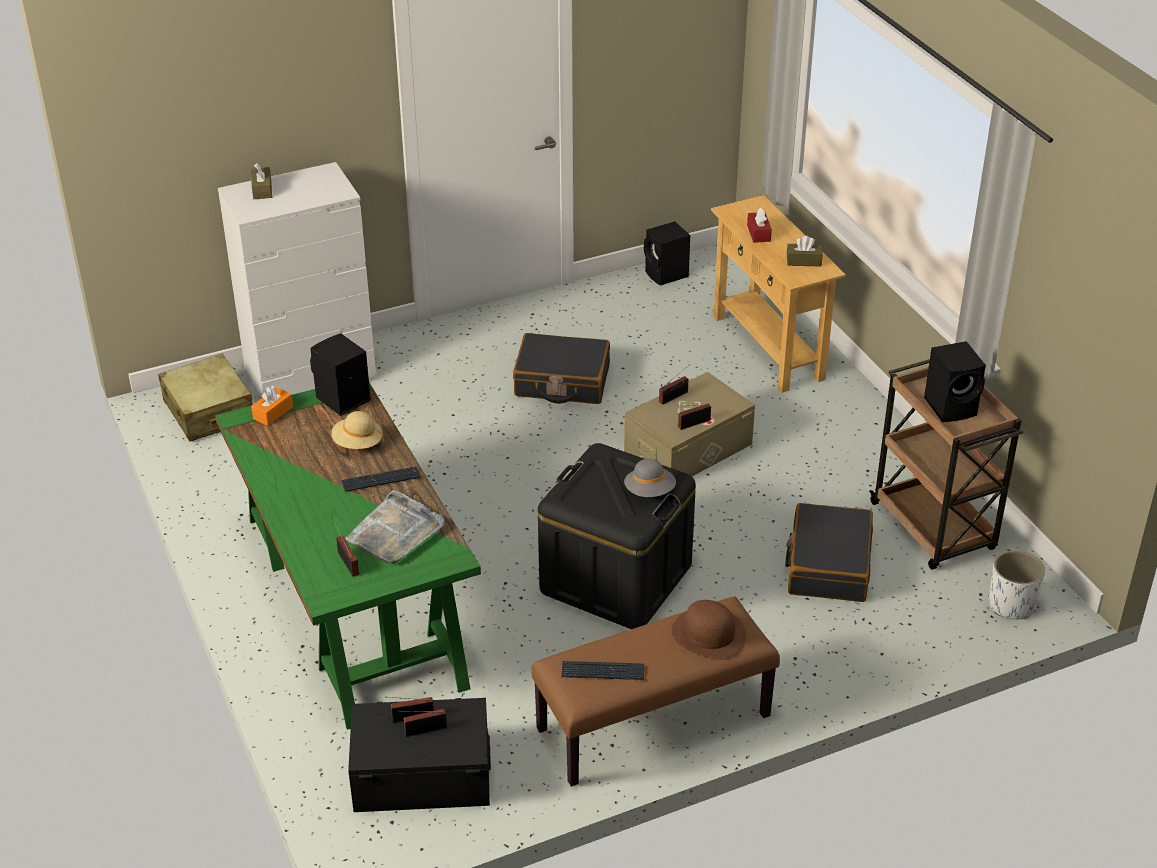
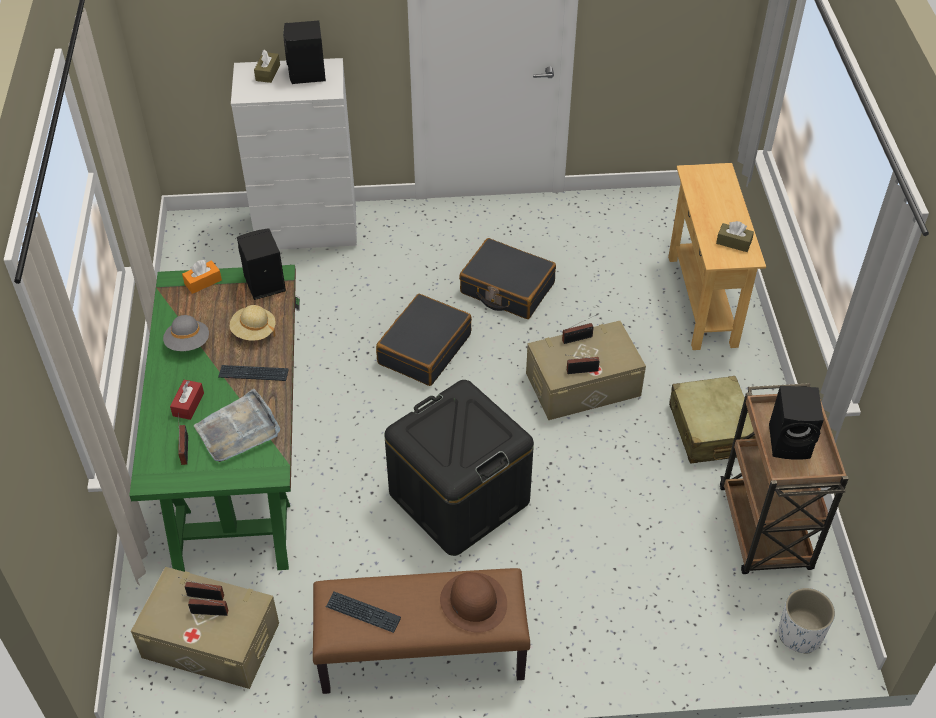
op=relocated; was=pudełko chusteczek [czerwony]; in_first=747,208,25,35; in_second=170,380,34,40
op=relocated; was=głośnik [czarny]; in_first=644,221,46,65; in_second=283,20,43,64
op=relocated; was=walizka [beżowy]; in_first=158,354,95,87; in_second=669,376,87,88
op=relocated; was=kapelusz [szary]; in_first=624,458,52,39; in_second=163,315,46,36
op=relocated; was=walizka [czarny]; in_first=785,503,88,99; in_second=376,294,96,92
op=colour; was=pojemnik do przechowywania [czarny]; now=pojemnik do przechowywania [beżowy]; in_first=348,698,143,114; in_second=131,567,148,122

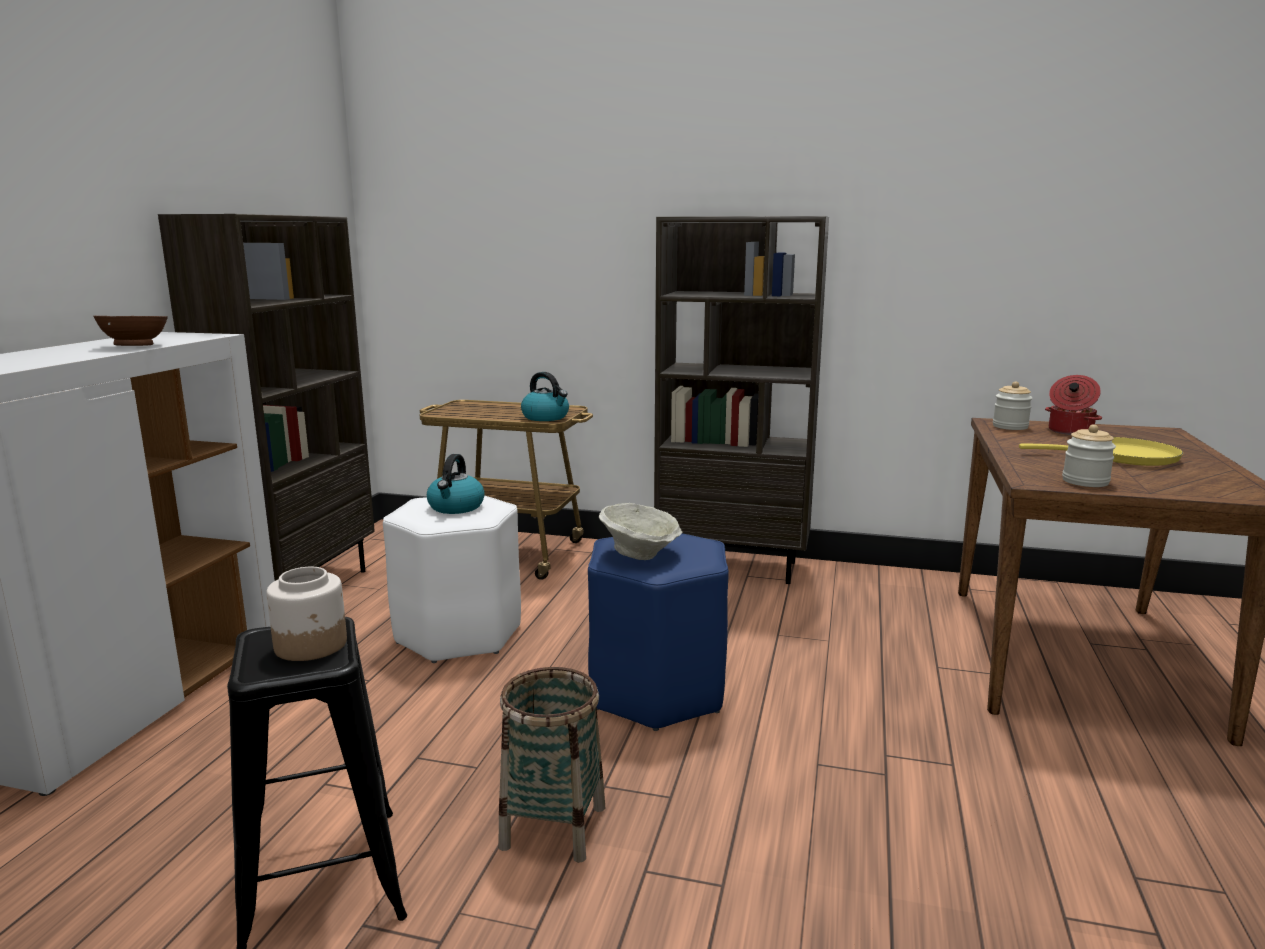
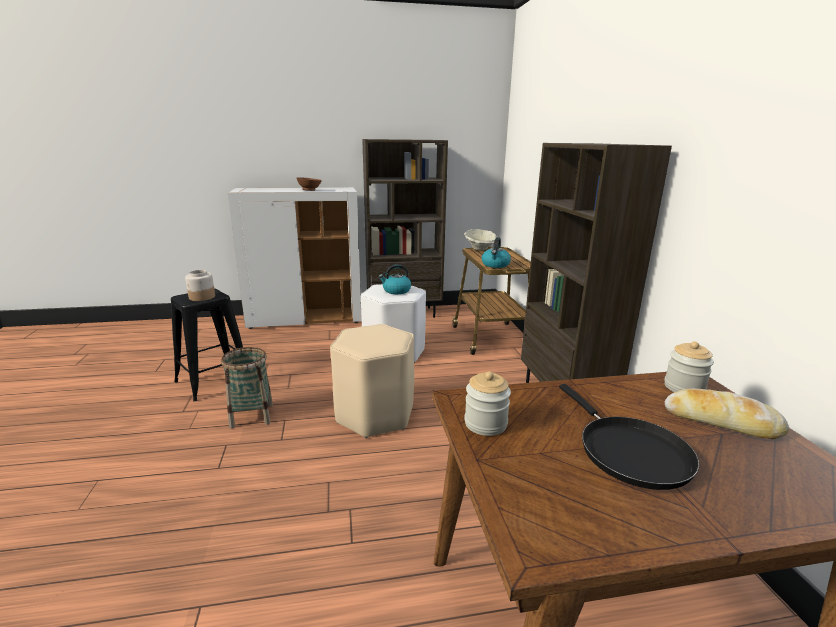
op=exchanged; was=garnek; now=chleb; in_first=1045,375,57,60; in_second=665,388,124,51
op=colour; was=patelnia [żółty]; now=patelnia [czarny]; in_first=1019,437,164,29; in_second=559,384,141,106
op=relocated; was=miska [beżowy]; in_first=599,503,83,57; in_second=464,229,33,22
op=colour; was=stołek [niebieski]; now=stołek [beżowy]; in_first=588,533,141,198; in_second=330,324,84,114

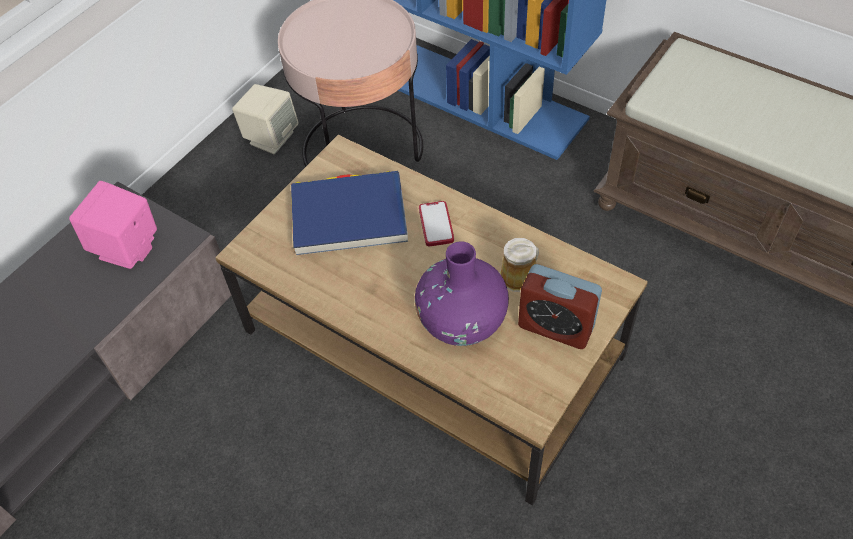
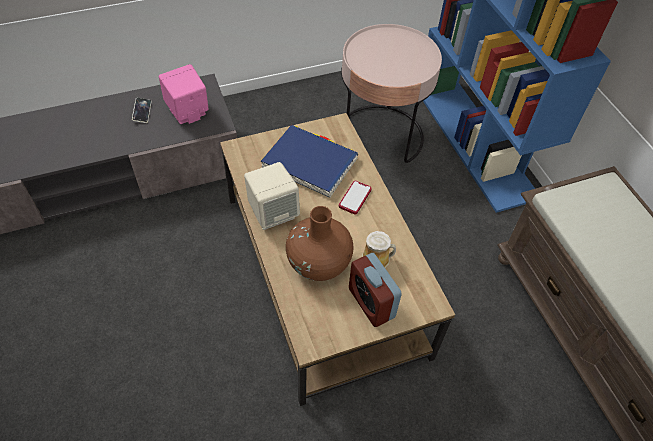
op=relocated; was=głośnik [beżowy]; in_first=232,84,67,71; in_second=244,162,56,68
op=colour; was=wazon [fioletowy]; now=wazon [brązowy]; in_first=415,241,94,105; in_second=286,206,68,75
op=appeared; now=telefon; in_second=132,98,19,25

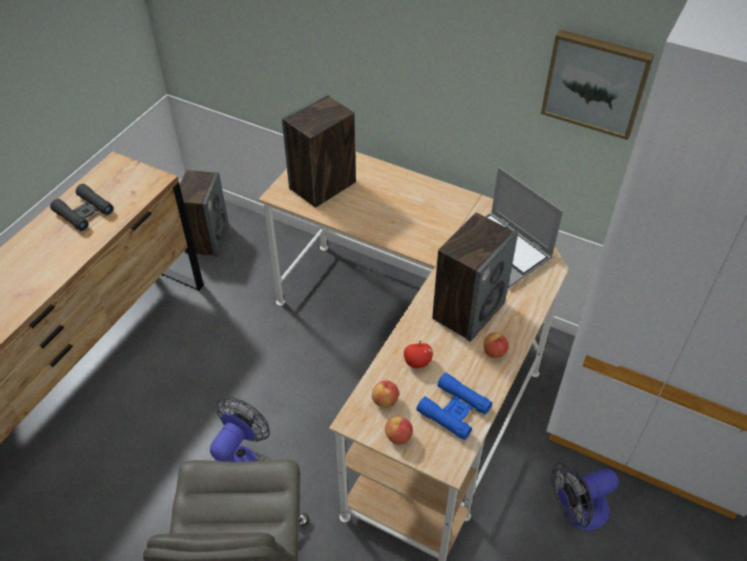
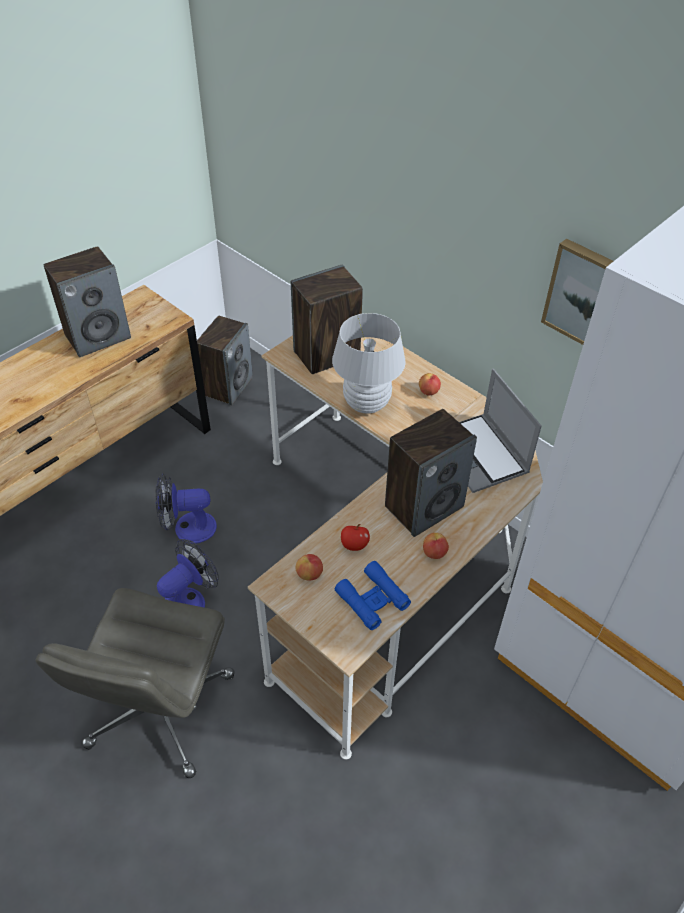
op=exchanged; was=lornetka [czarny]; now=głośnik; in_first=50,184,64,47; in_second=44,246,87,111
op=relocated; was=jabłko; in_first=385,417,28,28; in_second=419,373,22,23
op=relocated; was=wentylator; in_first=551,463,68,68; in_second=156,473,61,71
op=appeared; now=lampa stołowa [biały]; in_second=332,313,74,100

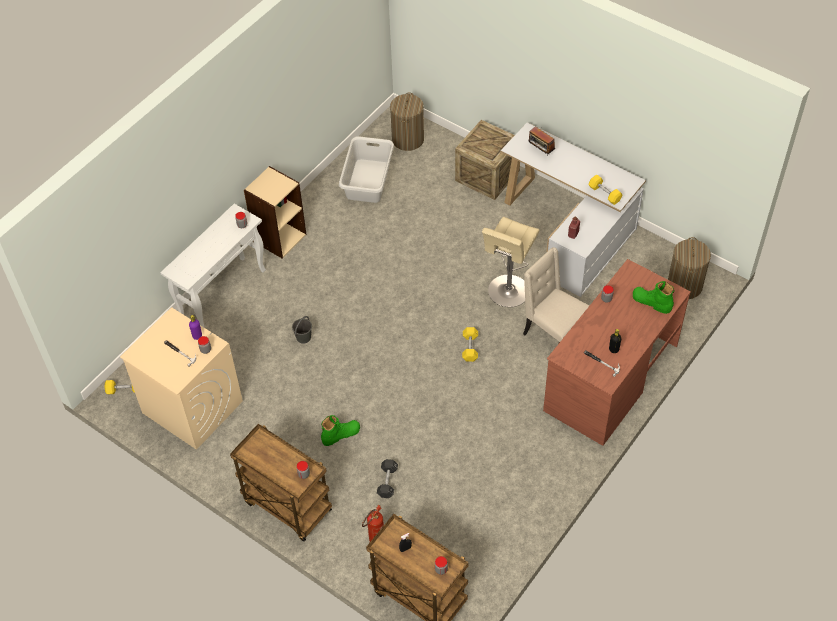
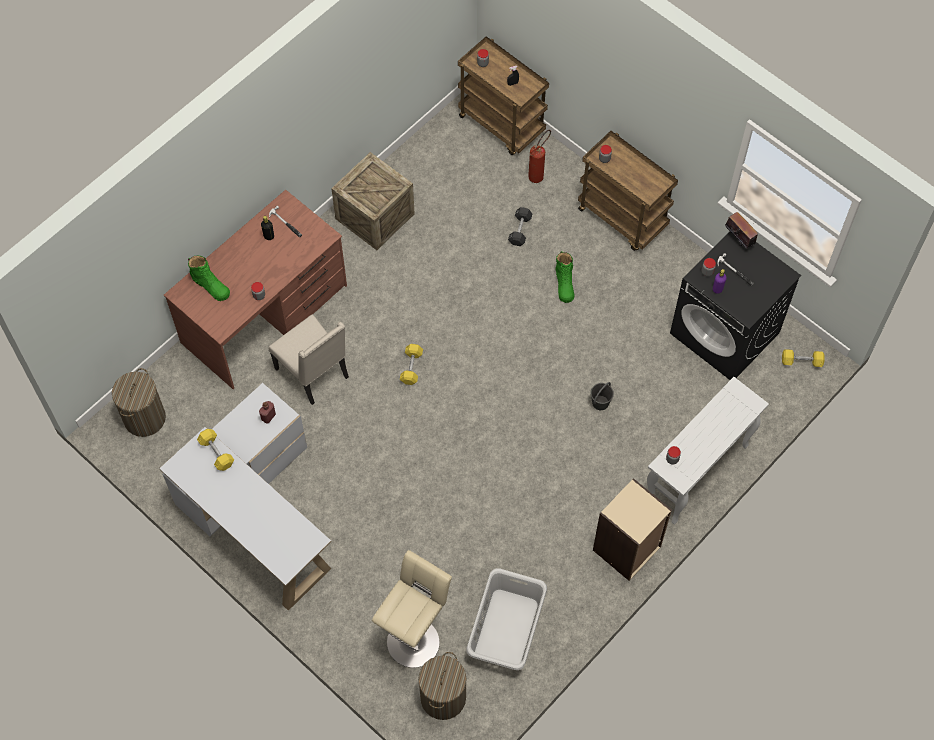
op=relocated; was=skrzynka; in_first=455,120,65,80; in_second=331,152,84,98
op=relocated; was=radio; in_first=529,126,26,29; in_second=725,212,33,38
op=relocated; was=stołek [beżowy]; in_first=482,217,58,90; in_second=372,550,80,118
op=colour; was=pralka [beżowy]; now=pralka [czarny]; in_first=120,307,123,143; in_second=670,231,131,149
op=spun; was=but z cholewką [zielony]; in_first=321,415,39,31; in_second=556,251,19,52; clockwise=-75

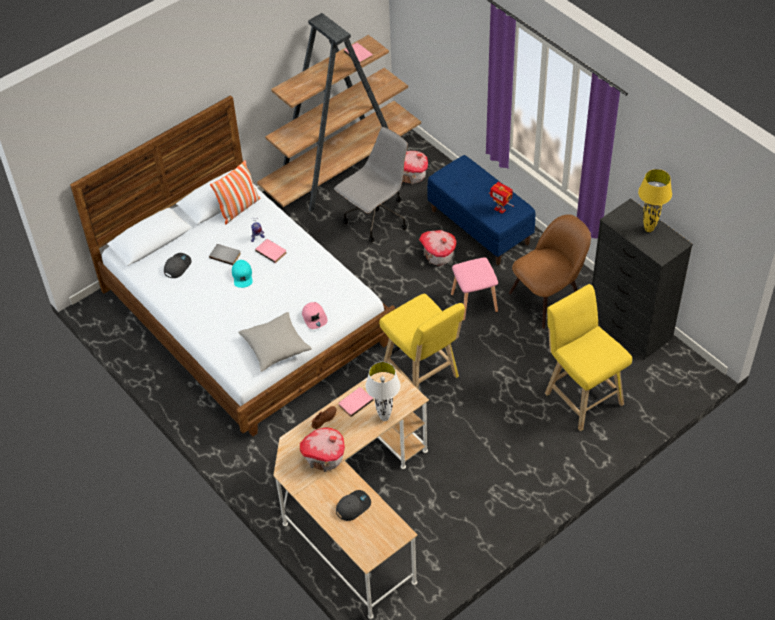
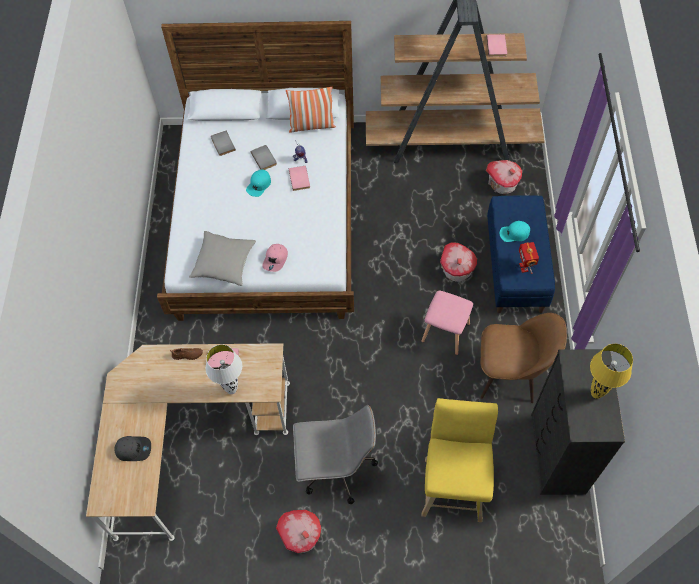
op=relocated; was=krzesło biurowe [szary]; in_first=334,127,74,115; in_second=293,405,85,99
op=exchanged; was=czapka z daszkiem [szary]; now=książka [szary]; in_first=164,253,28,25; in_second=211,131,25,25
op=missing; was=stołek [żółty]; in_first=379,294,86,96
op=relocated; was=domek; in_first=300,427,45,45; in_second=276,510,45,43
op=appeared; now=czapka z daszkiem [turkusowy]; in_second=499,221,31,21

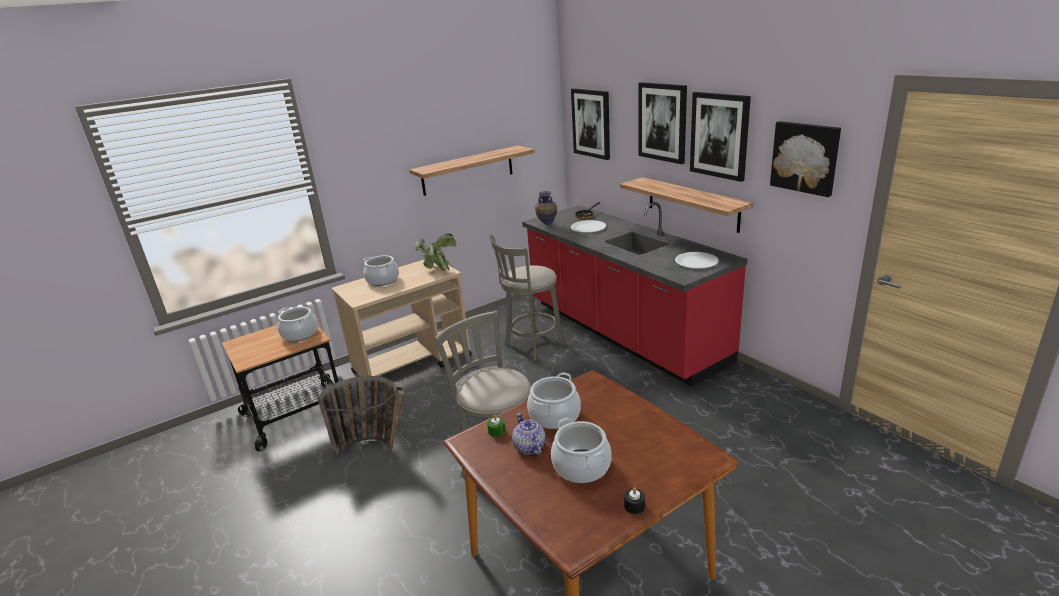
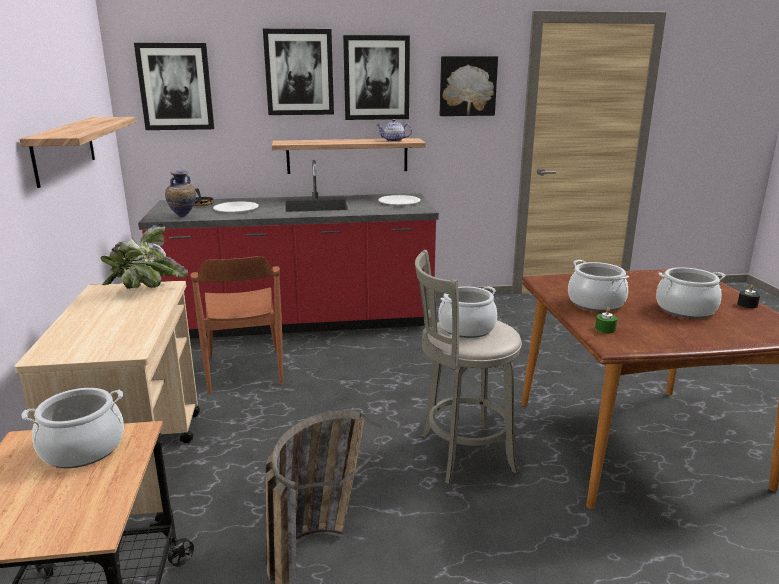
op=exchanged; was=stołek [szary]; now=krzesło [brązowy]; in_first=490,235,77,126; in_second=191,256,92,138
op=relocated; was=garnek; in_first=363,255,36,31; in_second=438,286,59,52
op=relocated; was=imbryk; in_first=512,413,34,42; in_second=376,119,36,23

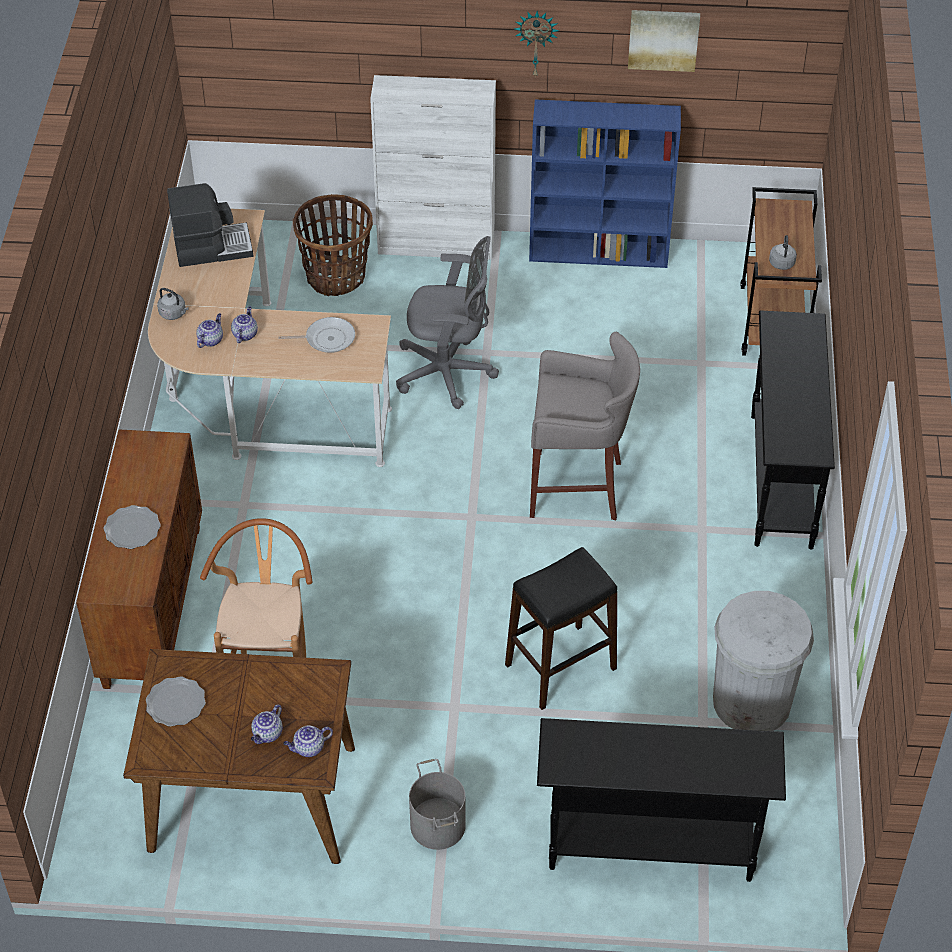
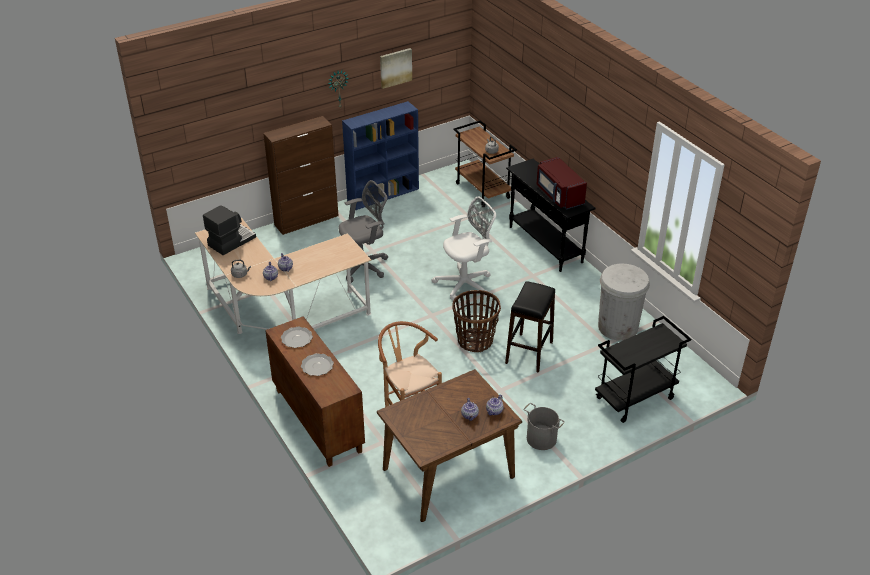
op=colour; was=szafka [biały]; now=szafka [brązowy]; in_first=370,75,126,185; in_second=263,116,75,119
op=relocated; was=koszyk; in_first=293,194,80,102; in_second=452,290,49,62
op=missing; was=patelnia; in_first=279,317,76,36
op=exchanged; was=stołek [szary]; now=krzesło biurowe [biały]; in_first=530,332,110,189; in_second=432,197,64,104
op=relocated; was=talerz; in_first=146,676,60,51; in_second=281,327,32,21
op=exchanged; was=stolik konsolowy [czarny]; now=wózek [czarny]; in_first=537,718,249,164; in_second=595,316,96,107
op=appeared; now=mikrofalówka [czerwony]; in_second=537,157,50,52

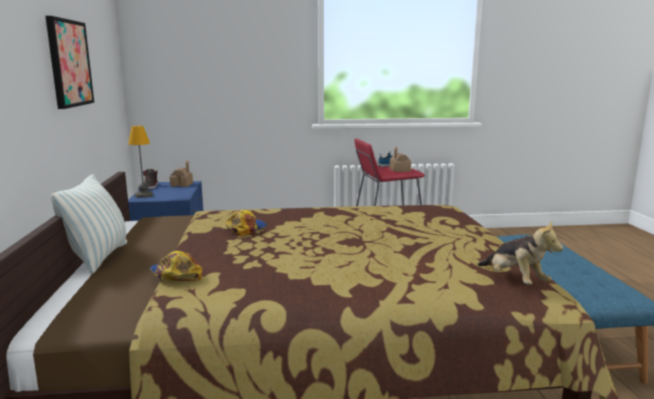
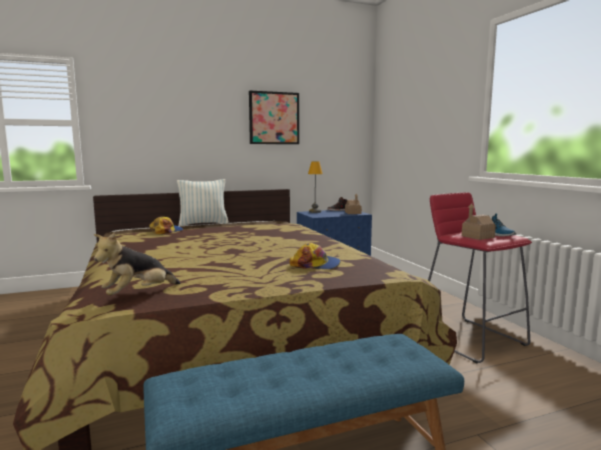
op=relocated; was=czapka z daszkiem; in_first=226,210,41,26; in_second=289,243,51,26

